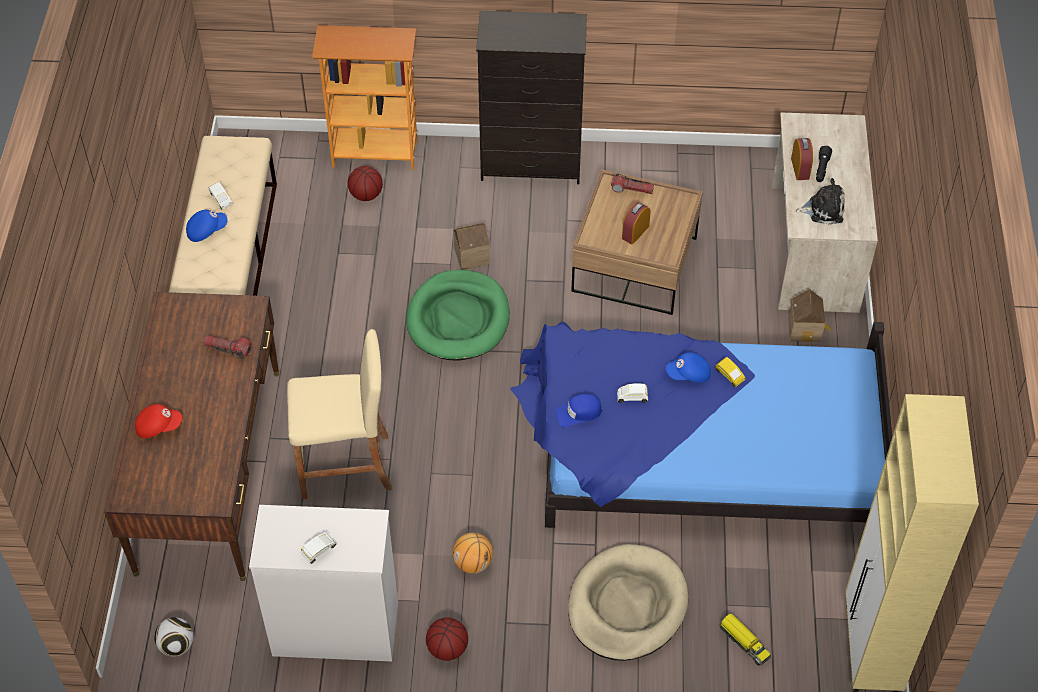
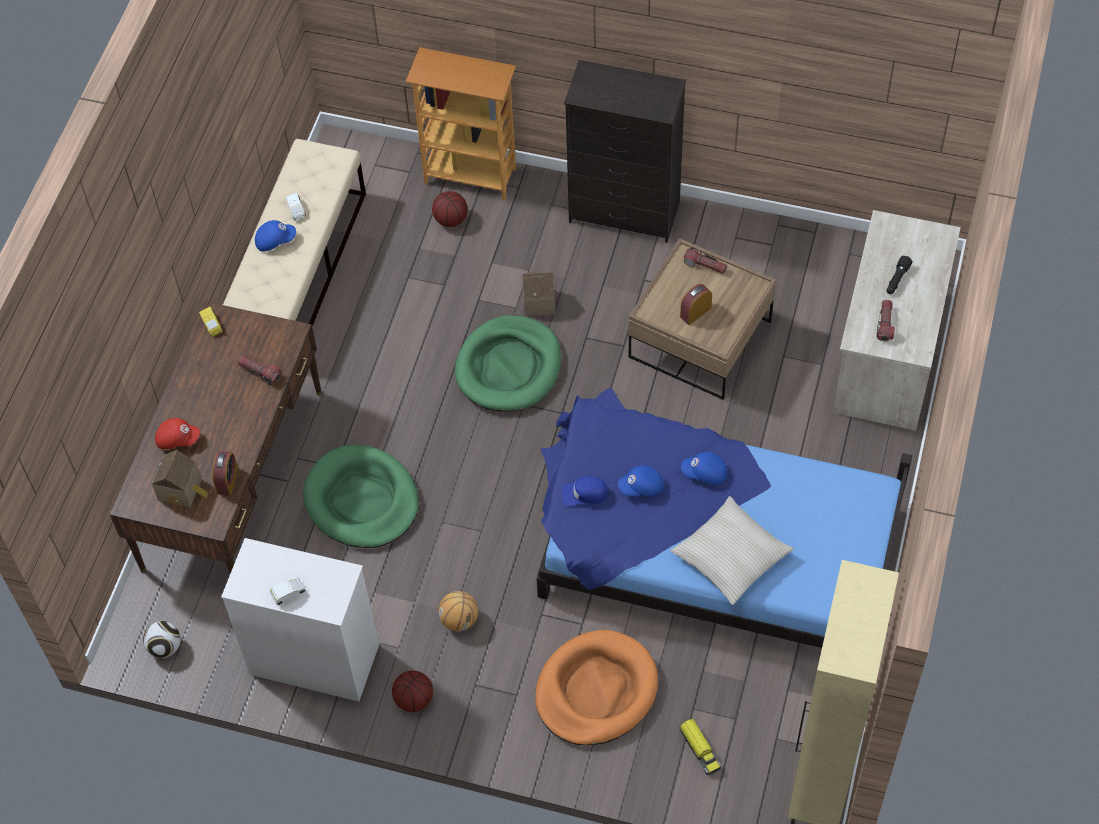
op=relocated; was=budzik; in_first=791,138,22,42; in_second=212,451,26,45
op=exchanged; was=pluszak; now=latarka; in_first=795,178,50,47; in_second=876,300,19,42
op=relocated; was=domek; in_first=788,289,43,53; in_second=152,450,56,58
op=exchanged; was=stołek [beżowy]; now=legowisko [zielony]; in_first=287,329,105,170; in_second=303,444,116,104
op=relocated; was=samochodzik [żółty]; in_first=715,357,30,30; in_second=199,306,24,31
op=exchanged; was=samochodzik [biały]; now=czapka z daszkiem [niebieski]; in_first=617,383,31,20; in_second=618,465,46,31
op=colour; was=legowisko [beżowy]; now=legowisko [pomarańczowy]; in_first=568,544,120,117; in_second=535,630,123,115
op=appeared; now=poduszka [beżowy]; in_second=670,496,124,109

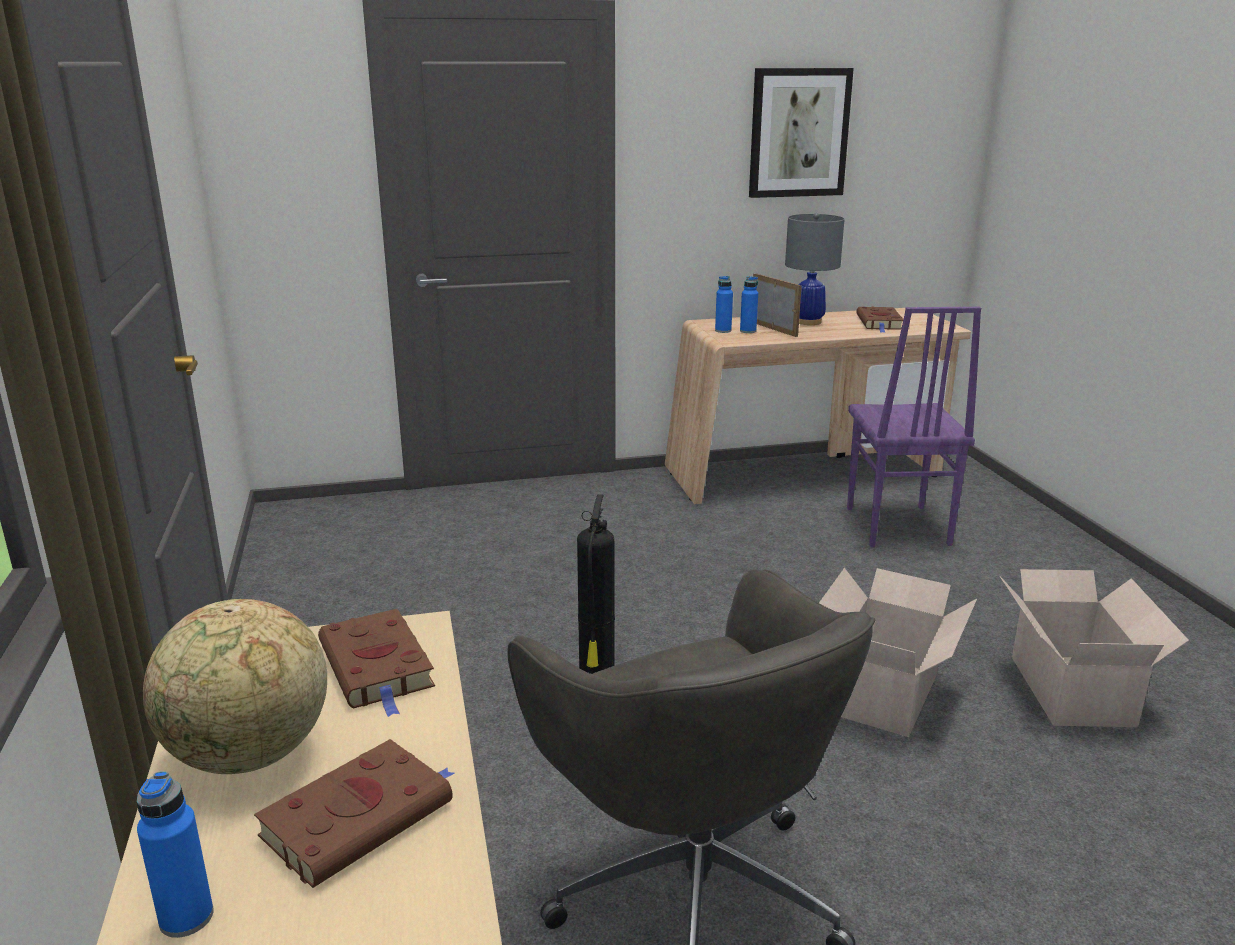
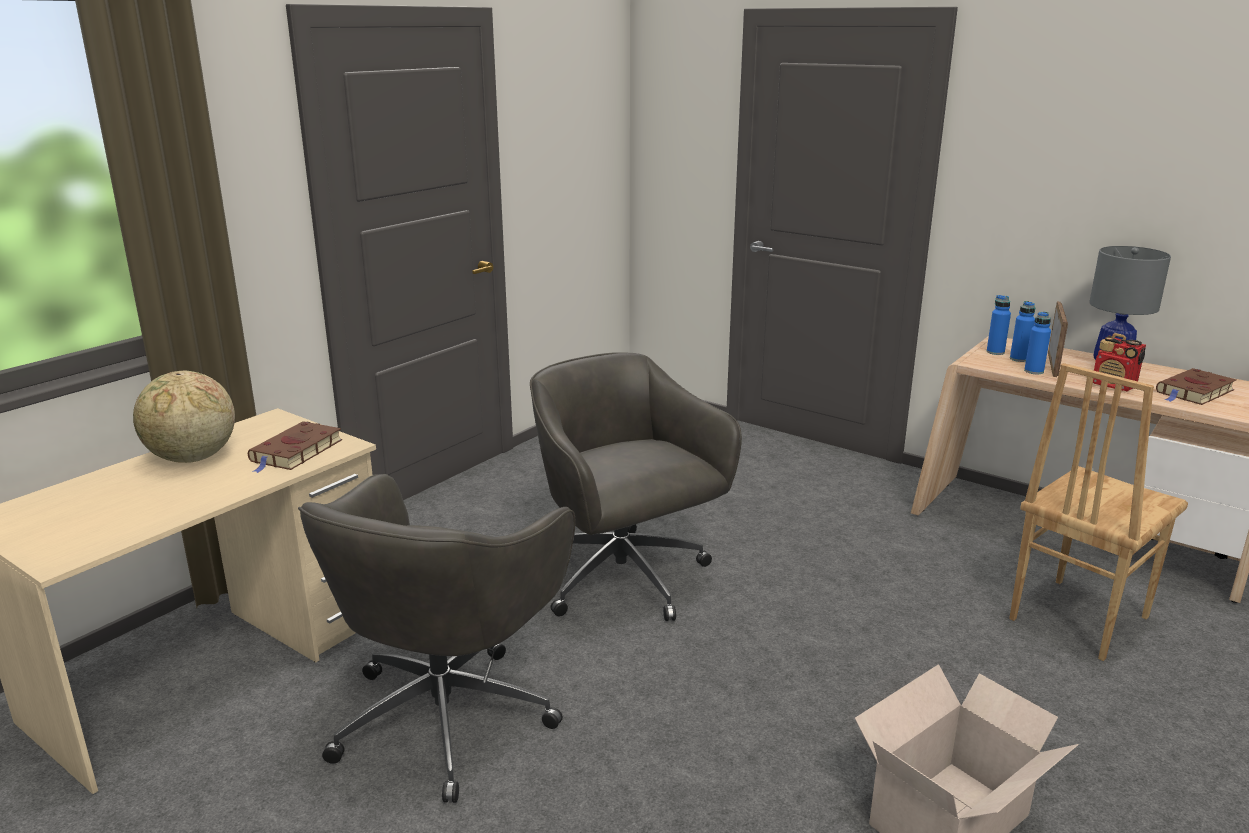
op=missing; was=obraz; in_first=749,68,105,130
op=colour; was=krzesło [fioletowy]; now=krzesło [brązowy]; in_first=847,307,134,240; in_second=1009,363,179,298
op=exchanged; was=gaśnica; now=krzesło biurowe [szary]; in_first=577,494,38,180; in_second=530,352,212,269
op=missing; was=karton; in_first=819,568,158,169
op=missing; was=książka [brązowy]; in_first=254,739,200,149
op=relocated; was=butelka [niebieski]; in_first=137,771,77,167; in_second=1024,311,27,63
op=appeared; now=radio; in_second=1093,333,53,58

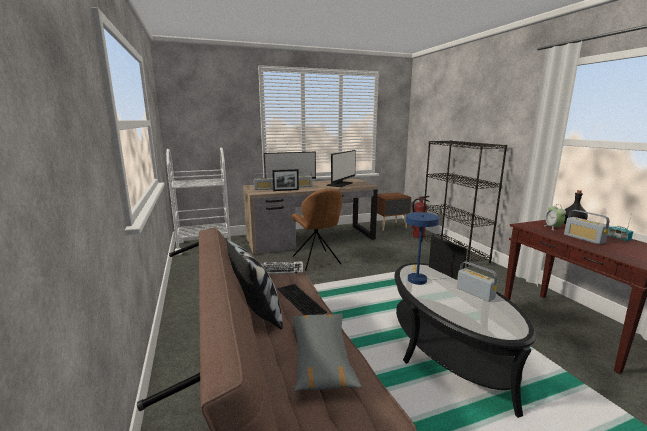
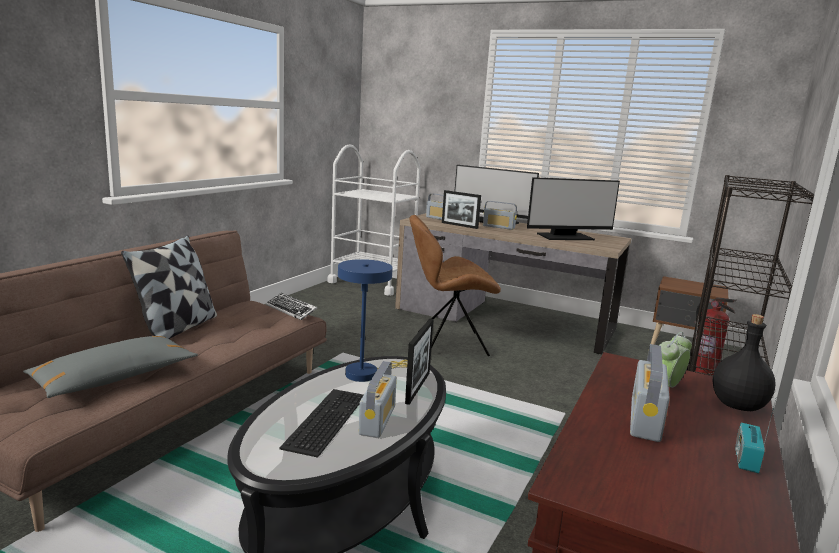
op=spun; was=krzesło [brązowy]; in_first=291,189,51,81; in_second=410,215,91,141; clockwise=60
op=relocated; was=klawiatura; in_first=277,284,50,31; in_second=279,389,84,69

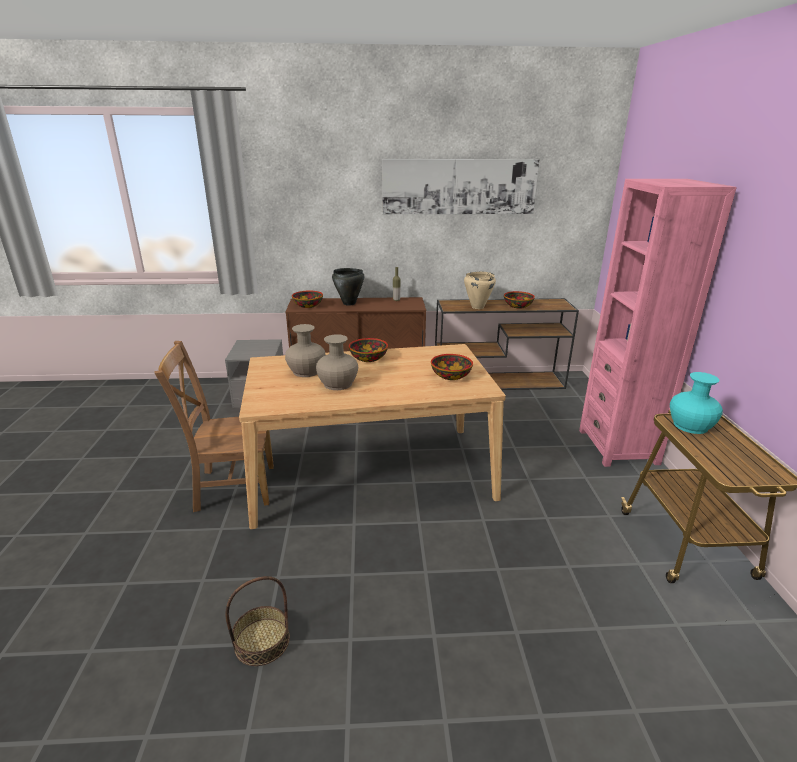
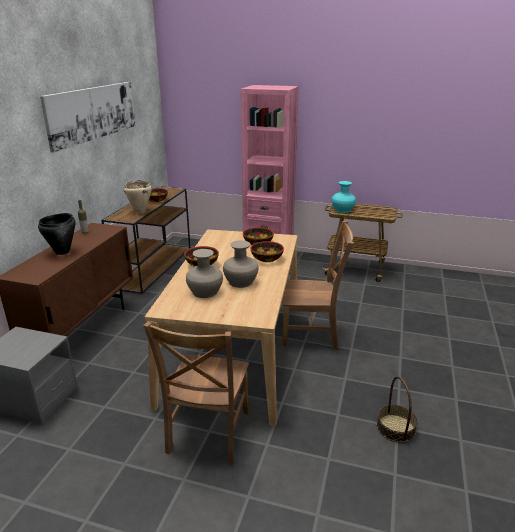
op=relocated; was=miska; in_first=292,291,31,17; in_second=250,241,34,21
op=appeared; now=krzesło [brązowy]; in_second=282,221,72,129

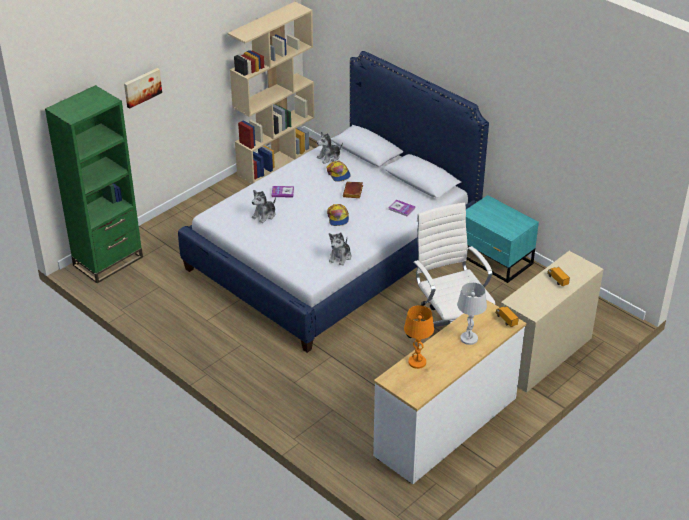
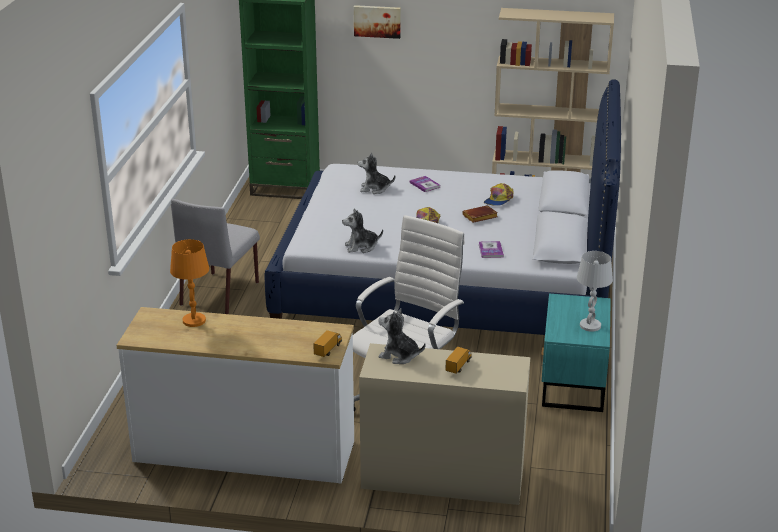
op=relocated; was=pluszak; in_first=317,132,26,32; in_second=378,308,47,56
op=relocated; was=lampa stołowa [biały]; in_first=457,283,30,62; in_second=577,251,36,81
op=appeared; now=krzesło [szary]; in_second=171,199,89,115

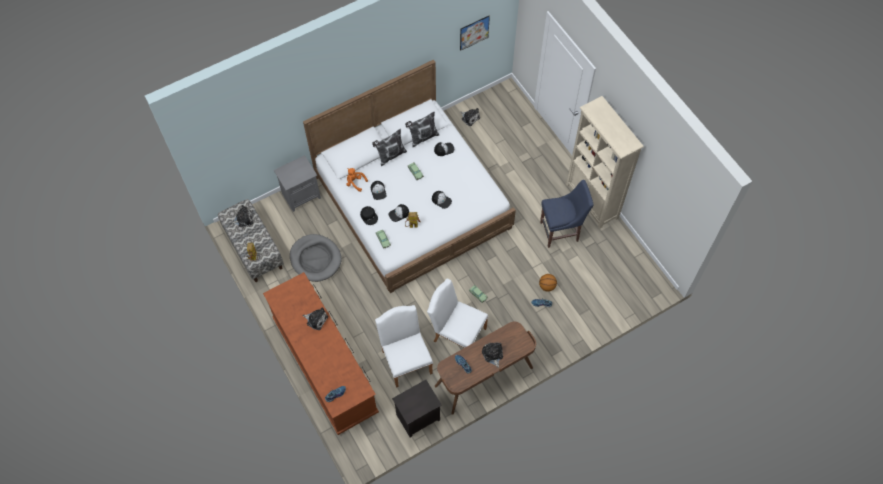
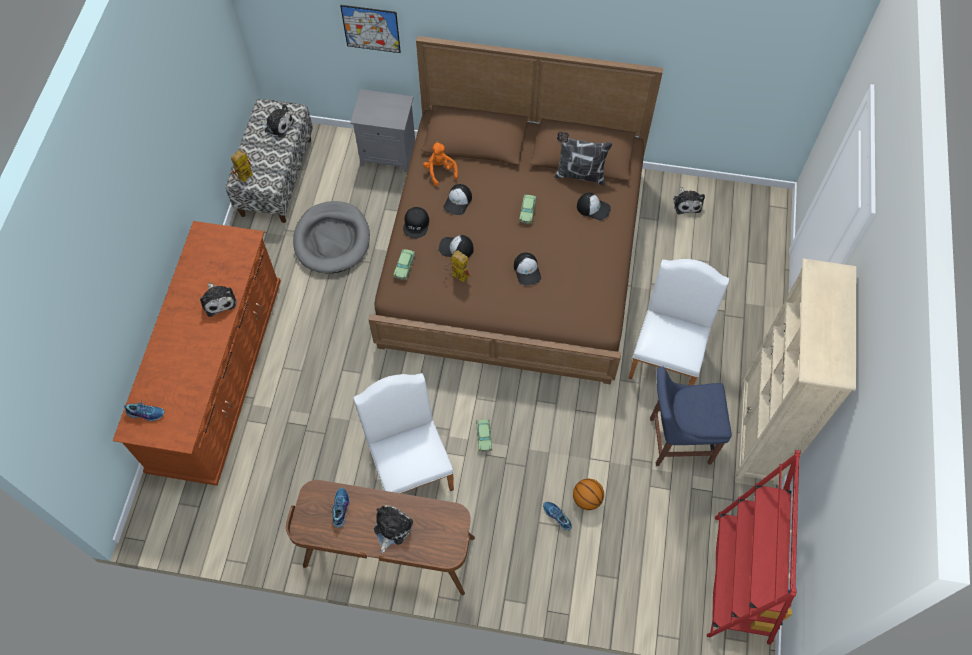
op=relocated; was=obraz; in_first=460,16,30,35; in_second=340,5,61,48
op=colour; was=łóżko [biały]; now=łóżko [brązowy]; in_first=303,60,213,233; in_second=369,36,294,349
op=missing; was=poduszka; in_first=372,129,35,37
op=spun; was=krzesło [niebieski]; in_first=540,180,54,68; in_second=650,366,82,100; clockwise=150
op=relocated; was=krzesło [biały]; in_first=375,305,58,83; in_second=628,259,101,126
op=missing; was=szafka nocna [czarny]; in_first=392,380,50,58
op=appeared; now=regał [czerwony]; in_second=707,450,94,195

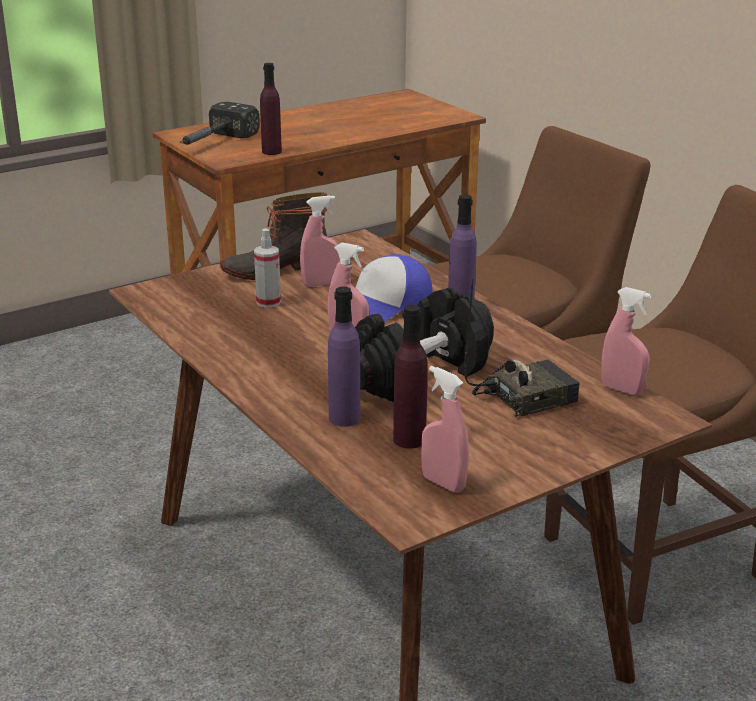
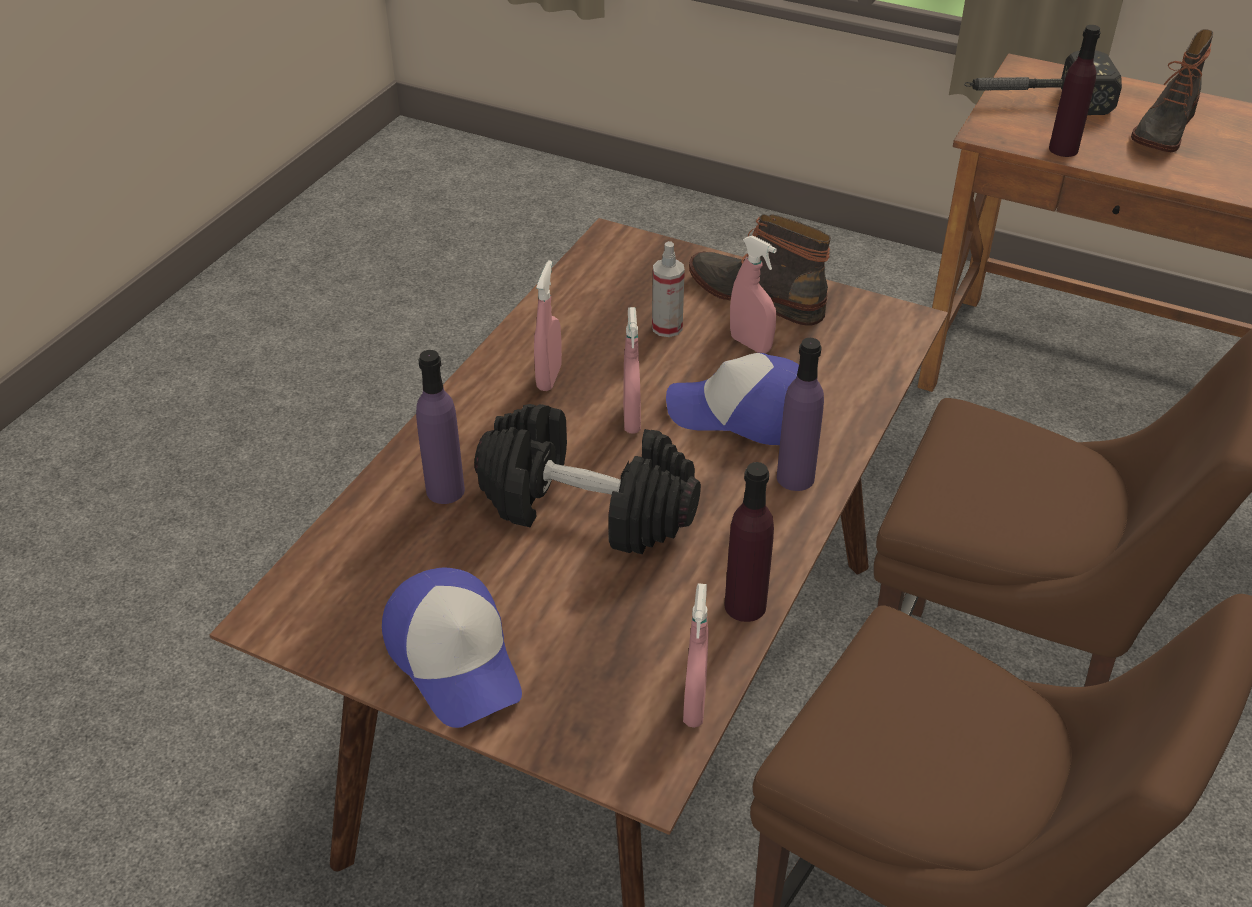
op=missing; was=radio; in_first=464,278,116,139
op=relocated; was=butelka [fioletowy]; in_first=393,305,35,144; in_second=725,462,49,160
op=relocated; was=spryskiwacz [różowy]; in_first=421,366,48,127; in_second=534,260,28,131
op=appeared; now=but z cholewką; in_second=1131,29,82,123
op=appeared; now=czapka z daszkiem; in_second=382,567,140,161

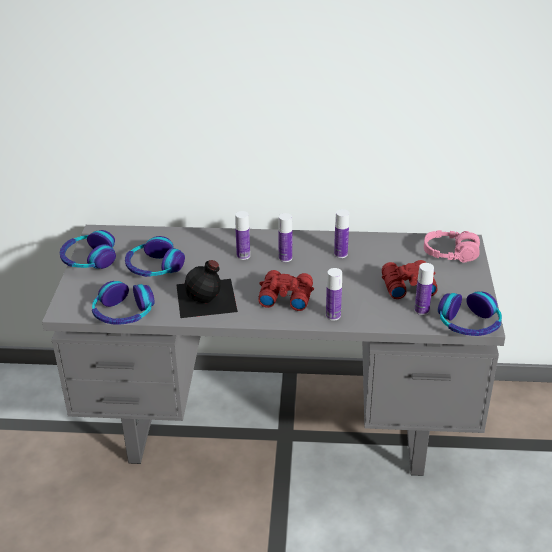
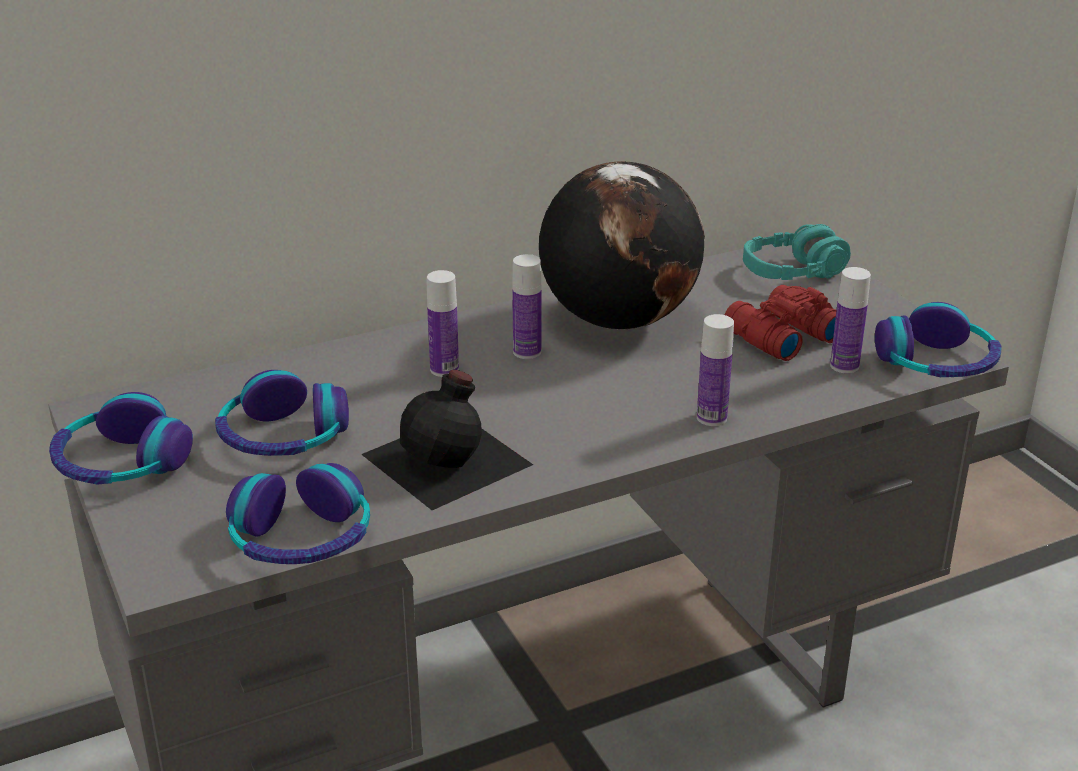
op=exchanged; was=butelka; now=globus; in_first=334,209,15,49; in_second=539,161,166,169
op=colour; was=słuchawki [różowy]; now=słuchawki [turkusowy]; in_first=424,230,56,33; in_second=743,224,108,56
op=missing; was=lornetka [czerwony]; in_first=258,270,56,41

